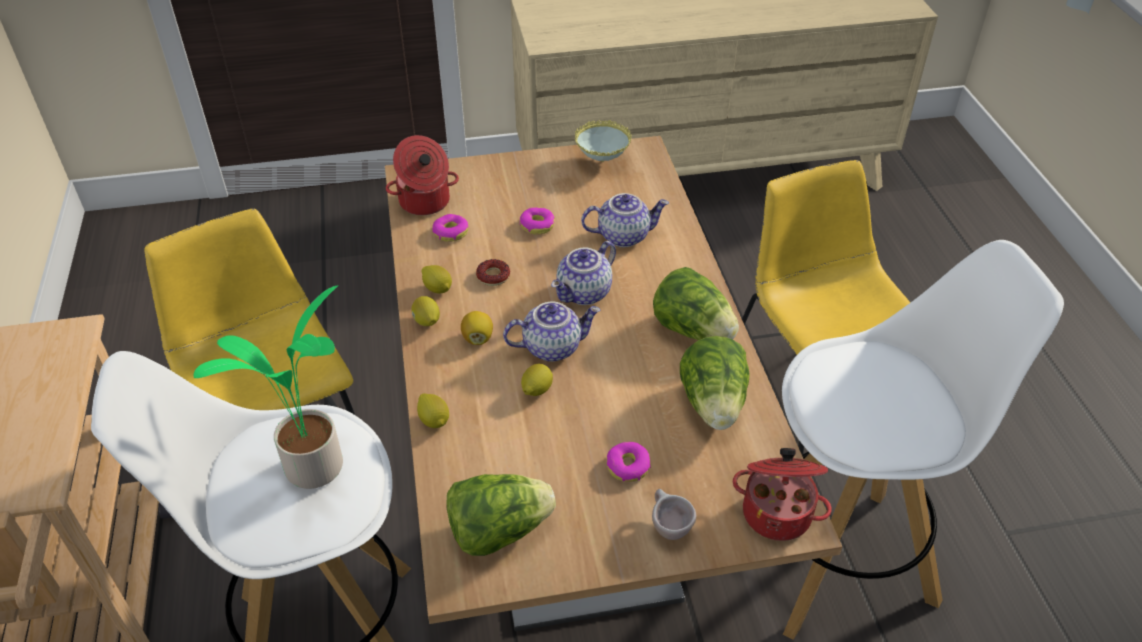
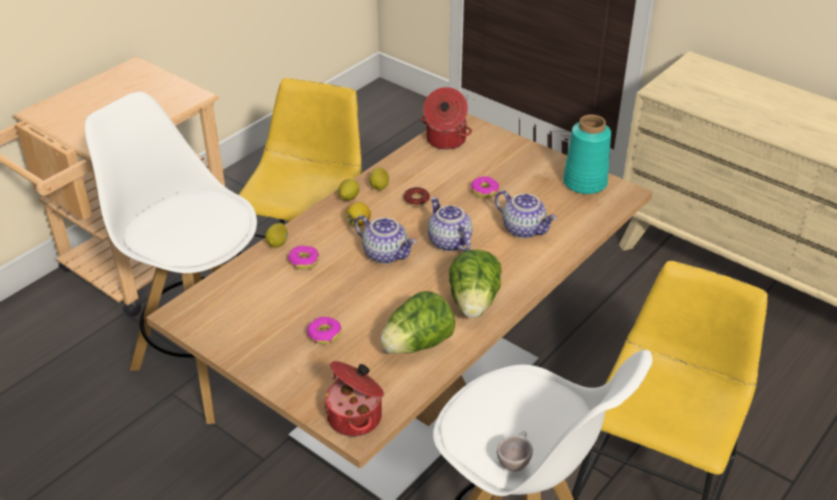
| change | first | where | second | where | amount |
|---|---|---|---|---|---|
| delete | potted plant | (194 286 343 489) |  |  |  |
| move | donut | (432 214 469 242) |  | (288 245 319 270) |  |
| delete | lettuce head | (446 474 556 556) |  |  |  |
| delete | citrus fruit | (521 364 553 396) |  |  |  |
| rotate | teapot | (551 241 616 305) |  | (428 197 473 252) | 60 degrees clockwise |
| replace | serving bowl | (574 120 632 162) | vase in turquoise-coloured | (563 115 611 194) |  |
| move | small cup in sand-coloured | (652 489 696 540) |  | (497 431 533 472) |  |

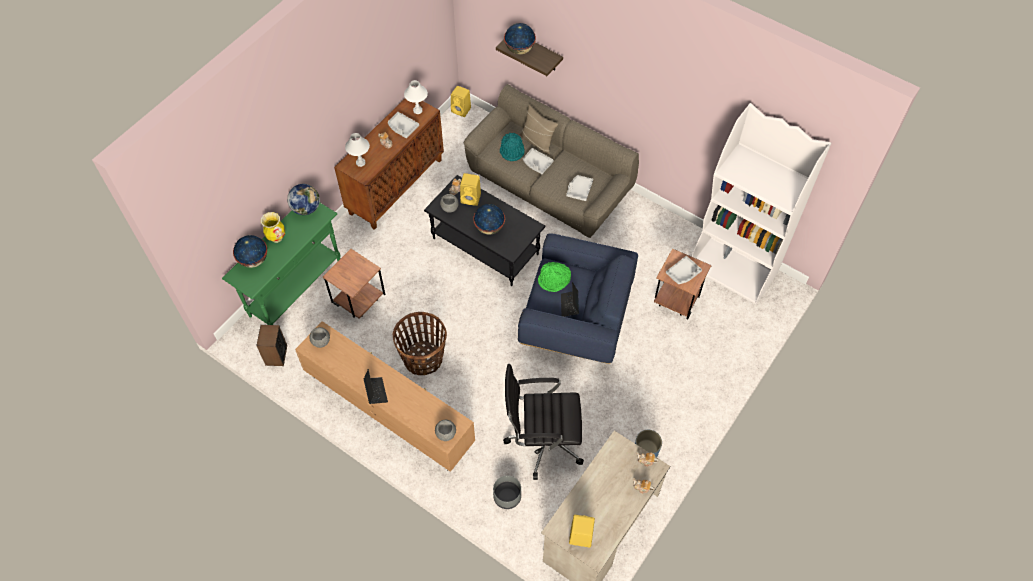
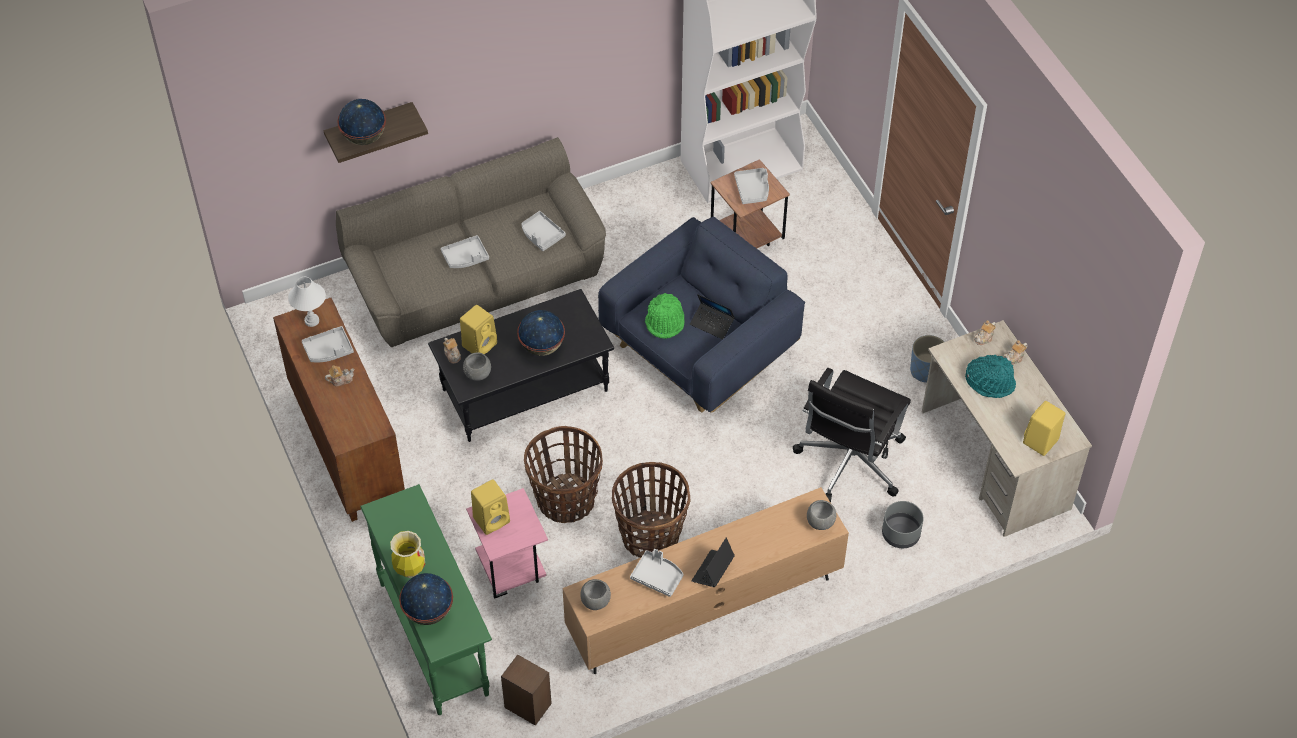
| change | first | where | second | where | amount |
|---|---|---|---|---|---|
| delete | world globe | (287 184 320 215) |  |  |  |
| recolor | end table in brown-coloured | (323 249 385 319) | end table in pink-coloured | (466 488 548 599) |  |
| delete | tabletop lamp in whitish | (345 133 370 167) |  |  |  |
| rotate | portable computer | (363 369 388 404) |  | (691 538 734 587) | 75 degrees counterclockwise |
| move | audio speaker in yellow-coloured | (451 86 471 117) |  | (471 479 510 535) |  |
| move | wearable hat in turquoise-coloured | (500 133 525 161) |  | (965 355 1016 398) |  |
| delete | pillow in sand-coloured | (520 105 558 155) |  |  |  |
| insert |  |  | household basket | (524 426 603 523) |  |
| insert |  |  | carrying tray in grey | (630 549 683 597) |  |

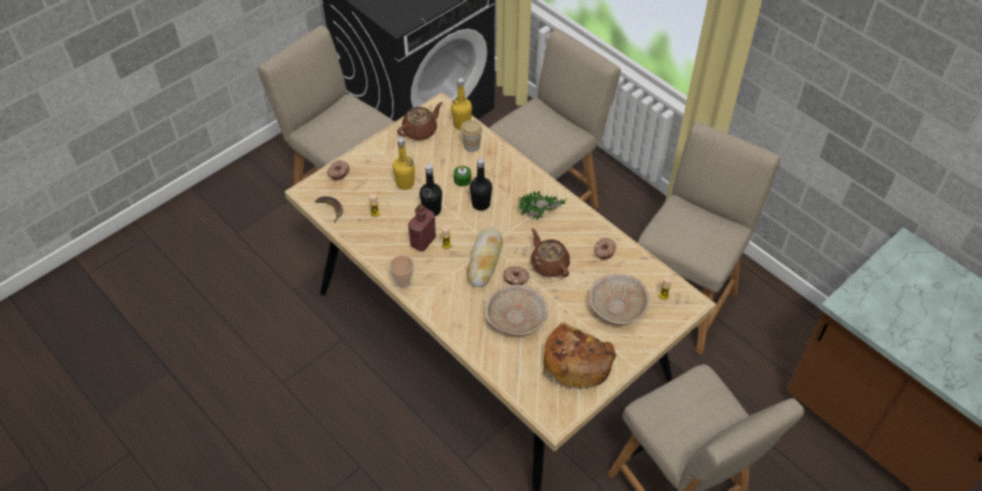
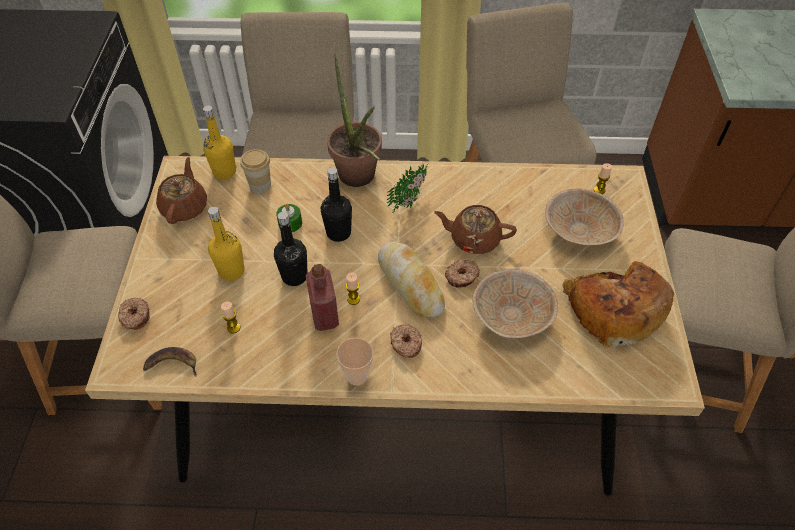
| change | first | where | second | where | amount |
|---|---|---|---|---|---|
| move | donut | (594 237 616 260) |  | (390 324 422 358) |  |
| insert |  |  | potted plant | (327 54 382 187) |  |

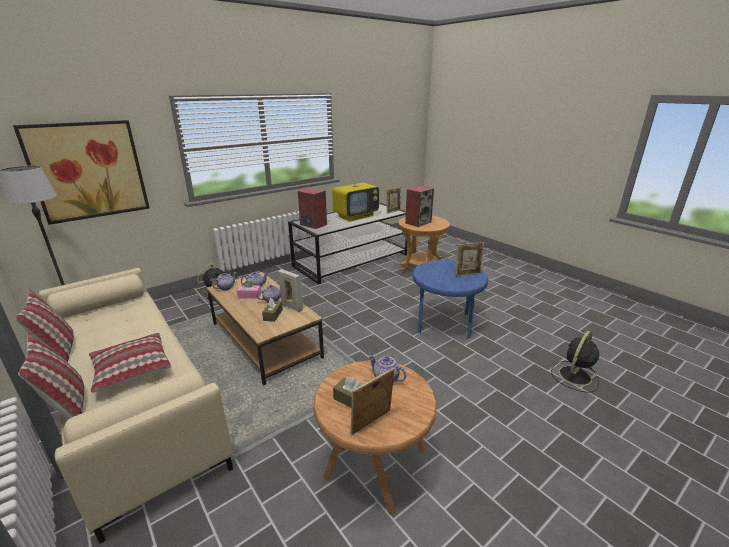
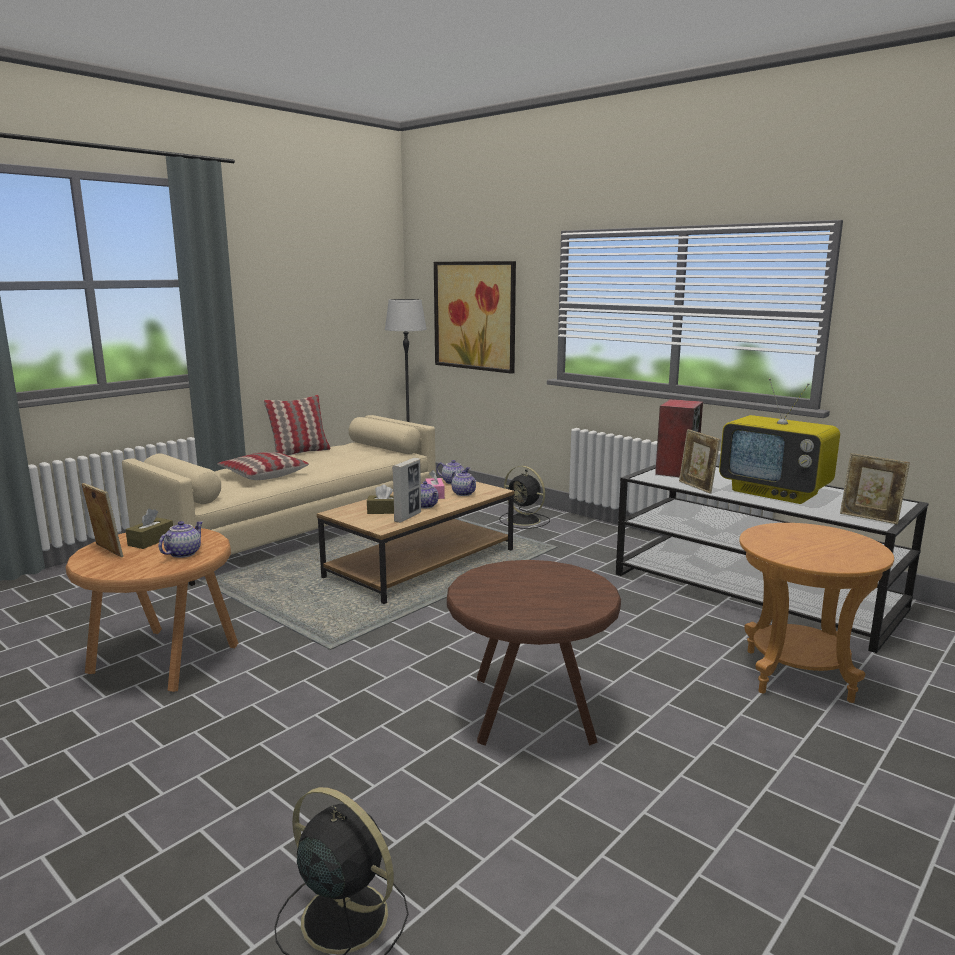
| change | first | where | second | where | amount |
|---|---|---|---|---|---|
| delete | pillow | (18 332 84 419) |  |  |  |
| delete | audio speaker | (405 186 434 227) |  |  |  |
| recolor | end table in bluish | (412 260 488 338) | end table in brown-coloured | (447 560 621 746) |  |
| move | picture frame | (455 242 484 277) |  | (679 429 721 494) |  |

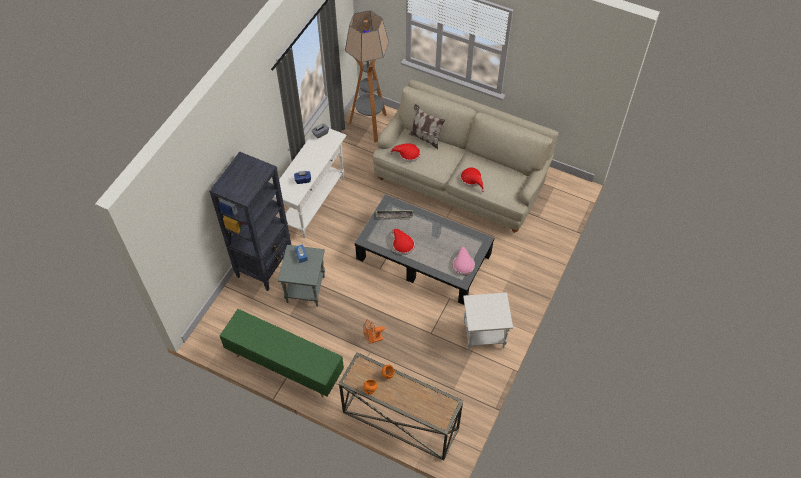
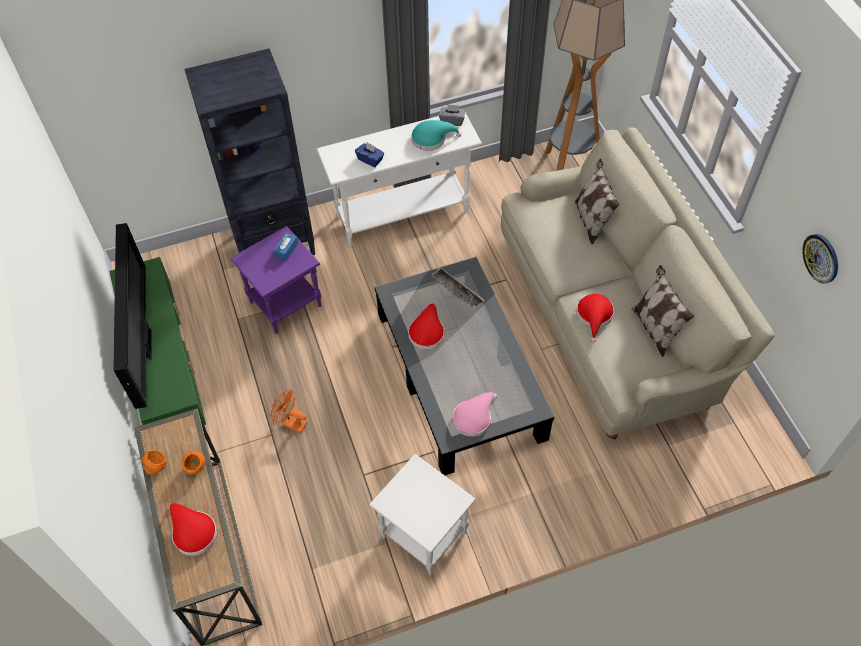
| change | first | where | second | where | amount |
|---|---|---|---|---|---|
| recolor | end table in grey | (278 245 325 307) | end table in purple-coloured | (230 226 322 334) |  |
| move | wearable hat in red-coloured | (389 143 420 162) |  | (169 503 217 556) |  |
| insert |  |  | television | (113 223 152 409) |  |
| insert |  |  | wearable hat in turquoise-coloured | (411 120 461 151) |  |
| insert |  |  | pillow | (631 265 694 357) |  |
| insert |  |  | hanging clock | (802 234 838 284) |  |

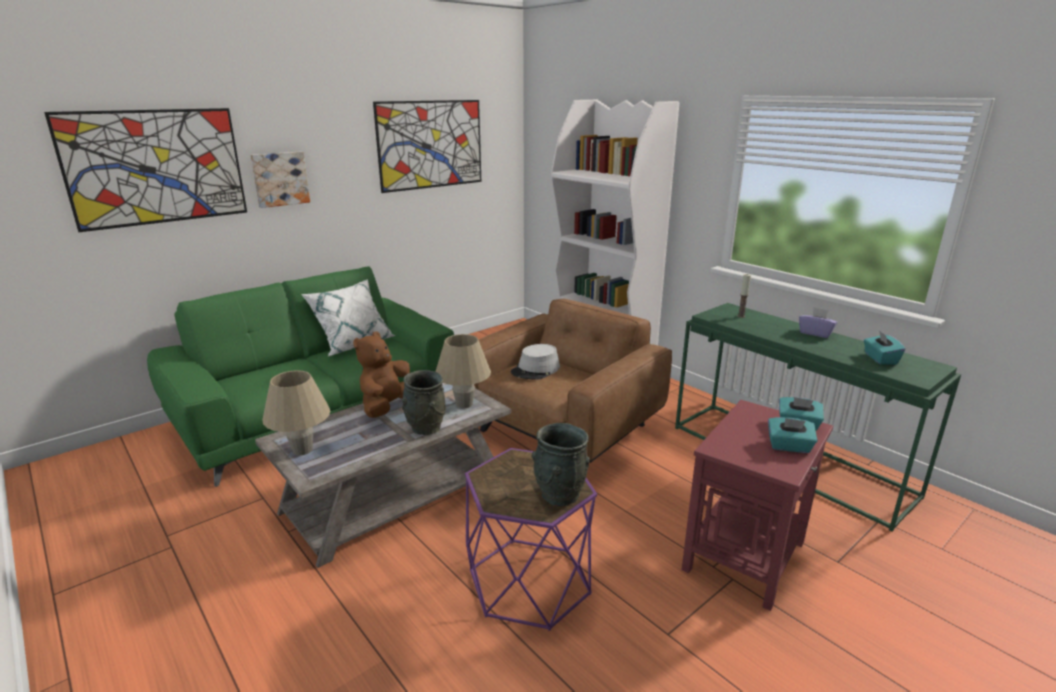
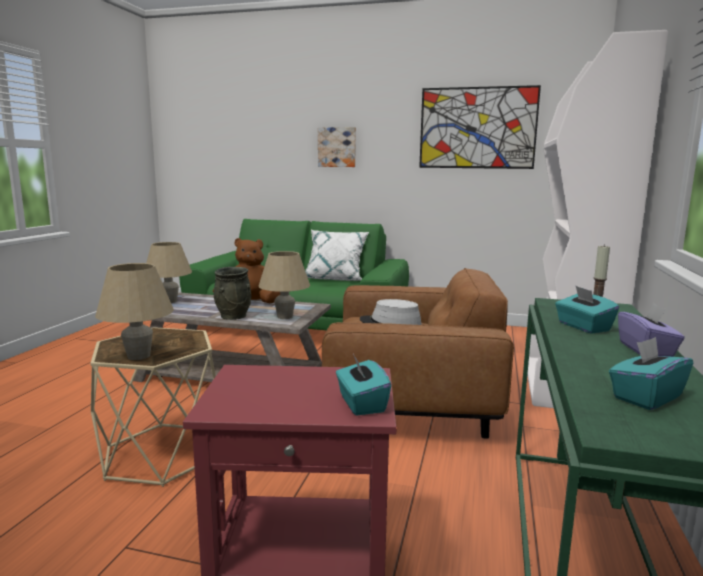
| change | first | where | second | where | amount |
|---|---|---|---|---|---|
| delete | picture | (44 108 247 232) |  |  |  |
| recolor | end table in purple-coloured | (465 448 597 631) | end table in sand-coloured | (90 327 216 487) |  |
| replace | vase in grey | (532 423 590 506) | tabletop lamp in sand-coloured | (95 263 174 360) |  |
| move | tissue box in turquoise-coloured | (768 417 817 453) |  | (555 286 619 334) |  |

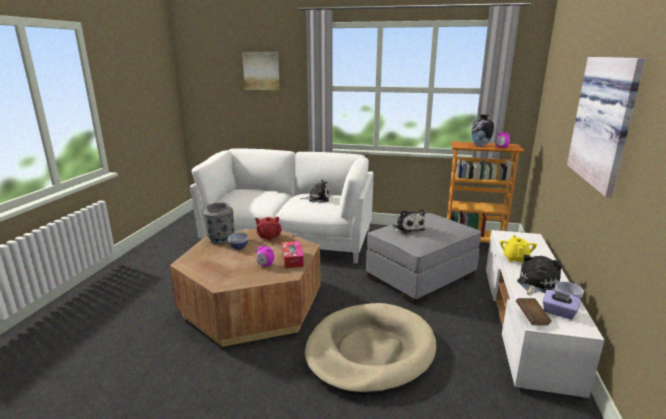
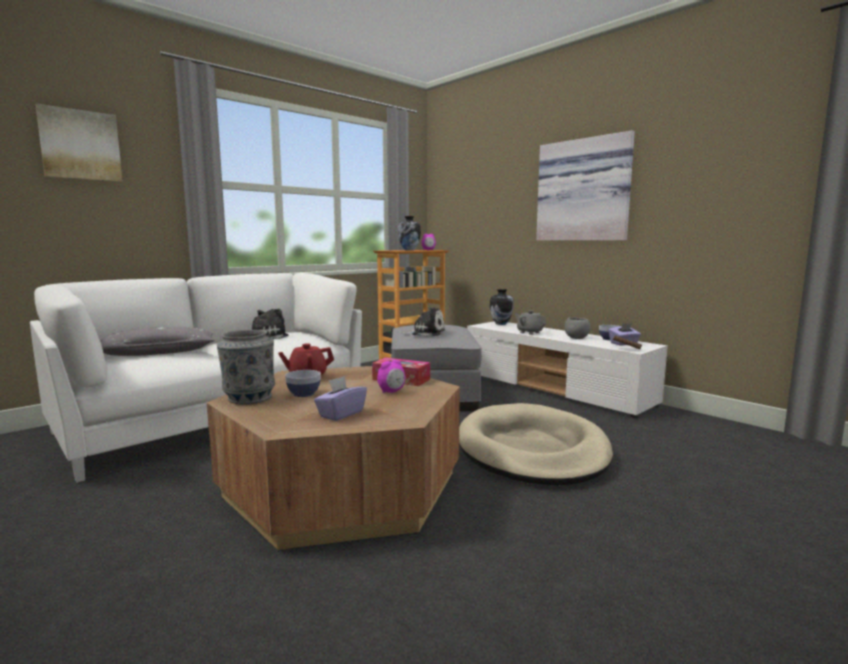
| change | first | where | second | where | amount |
|---|---|---|---|---|---|
| recolor | teapot in yellow-coloured | (500 235 537 263) | teapot in grey | (515 310 546 335) |  |
| replace | cuddly toy | (517 255 562 296) | serving bowl in grey | (565 317 590 339) |  |
| insert |  |  | pillow in grey | (100 327 215 356) |  |
| insert |  |  | tissue box in purple-coloured | (314 376 367 421) |  |
| insert |  |  | vase | (490 289 513 325) |  |

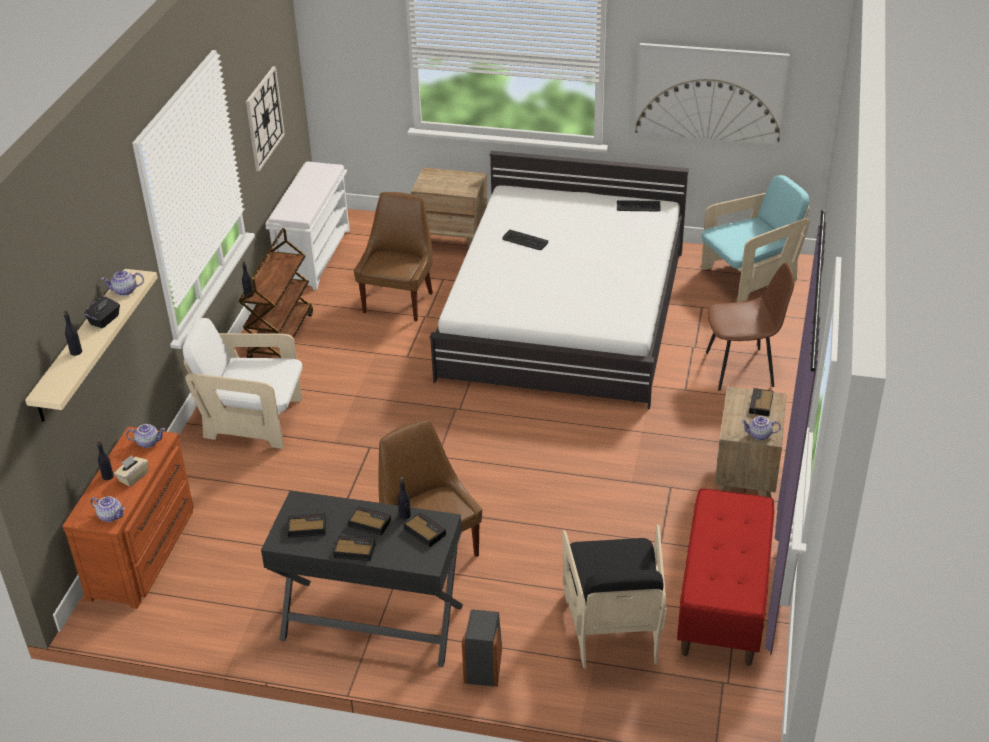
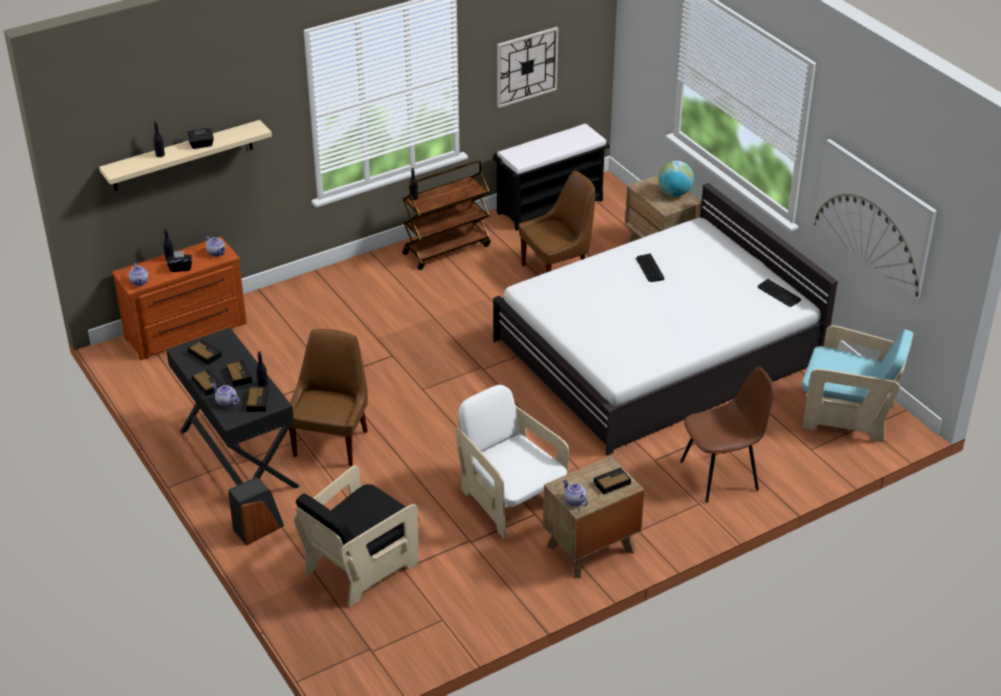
| change | first | where | second | where | amount |
|---|---|---|---|---|---|
| move | teapot | (101 270 144 296) |  | (211 383 240 407) |  |
| recolor | tissue box in sand-coloured | (114 455 148 487) | tissue box in blackish | (167 251 192 272) |  |
| move | armchair in whitish | (183 318 302 449) |  | (455 385 569 539) |  |
| recolor | indoor bench in whitish | (265 162 350 290) | indoor bench in blackish | (493 124 610 231) |  |
| delete | indoor bench in red-coloured | (677 488 774 666) |  |  |  |
| rotate | upright chair in brown-coloured | (706 262 795 391) |  | (680 367 775 503) | 60 degrees counterclockwise |
| insert |  |  | world globe | (658 161 694 196) |  |

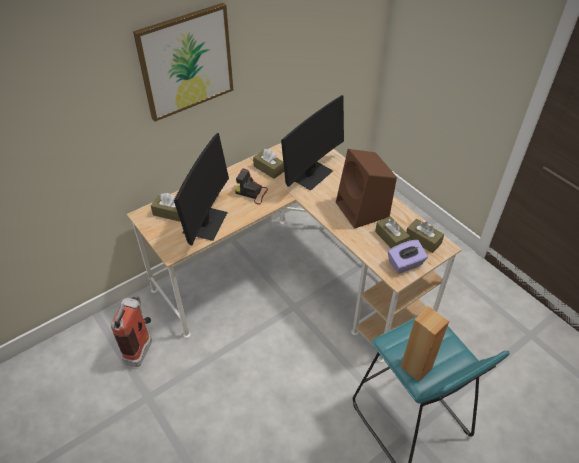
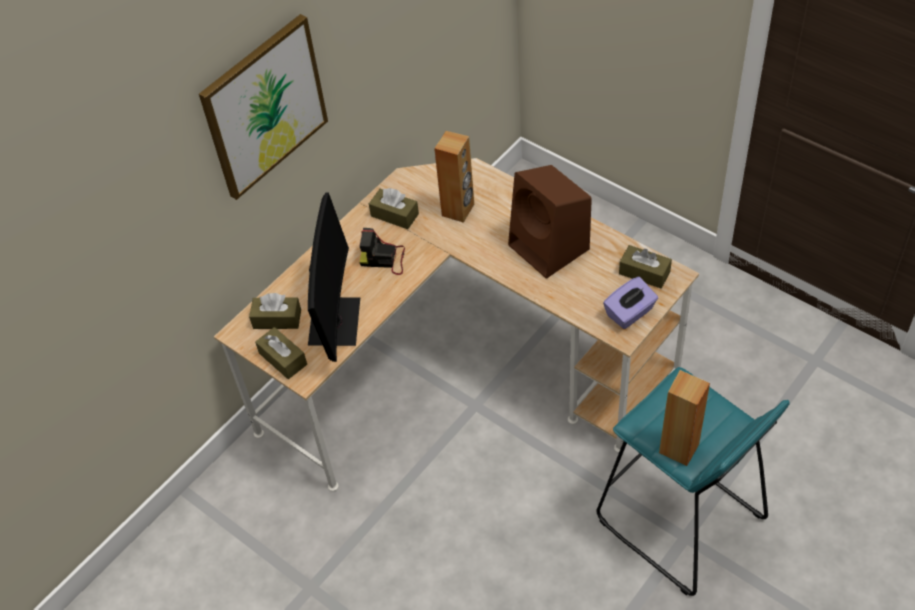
| change | first | where | second | where | amount |
|---|---|---|---|---|---|
| delete | fire extinguisher | (111 296 152 367) |  |  |  |
| replace | monitor | (281 95 344 191) | audio speaker in brown-coloured | (434 131 474 223) |  |
| move | tissue box in brown-coloured | (375 216 410 248) |  | (255 327 307 379) |  |

